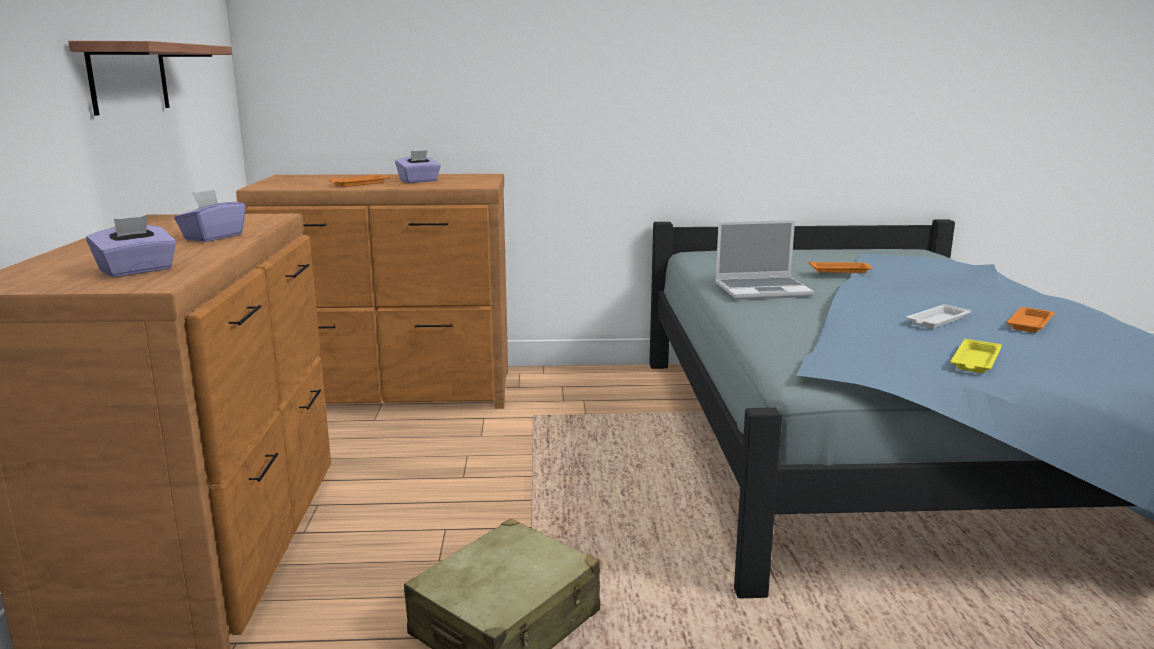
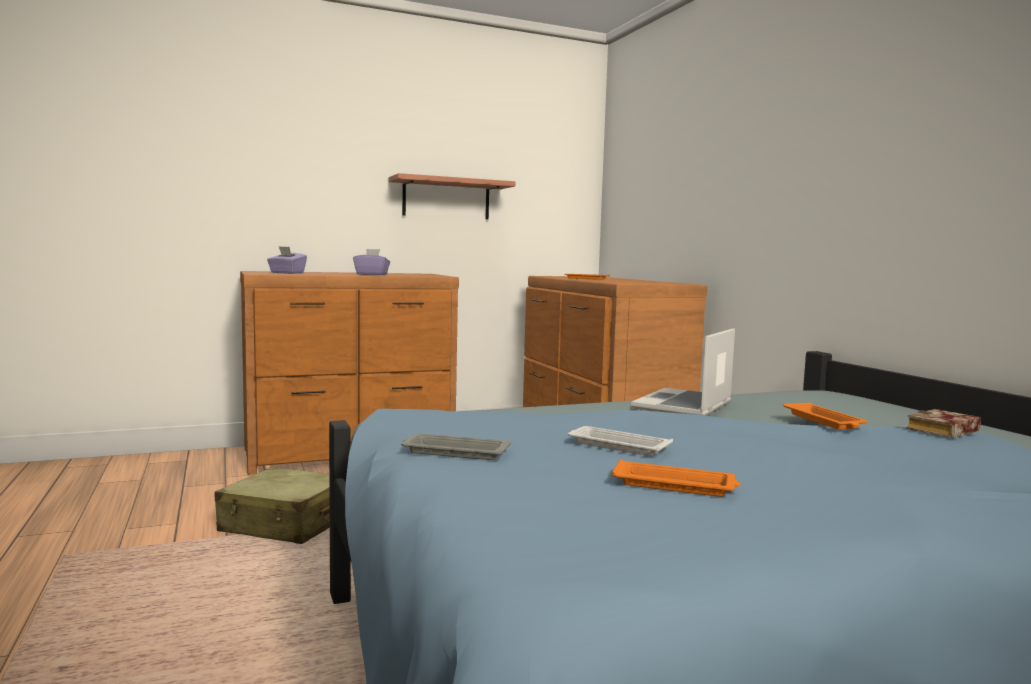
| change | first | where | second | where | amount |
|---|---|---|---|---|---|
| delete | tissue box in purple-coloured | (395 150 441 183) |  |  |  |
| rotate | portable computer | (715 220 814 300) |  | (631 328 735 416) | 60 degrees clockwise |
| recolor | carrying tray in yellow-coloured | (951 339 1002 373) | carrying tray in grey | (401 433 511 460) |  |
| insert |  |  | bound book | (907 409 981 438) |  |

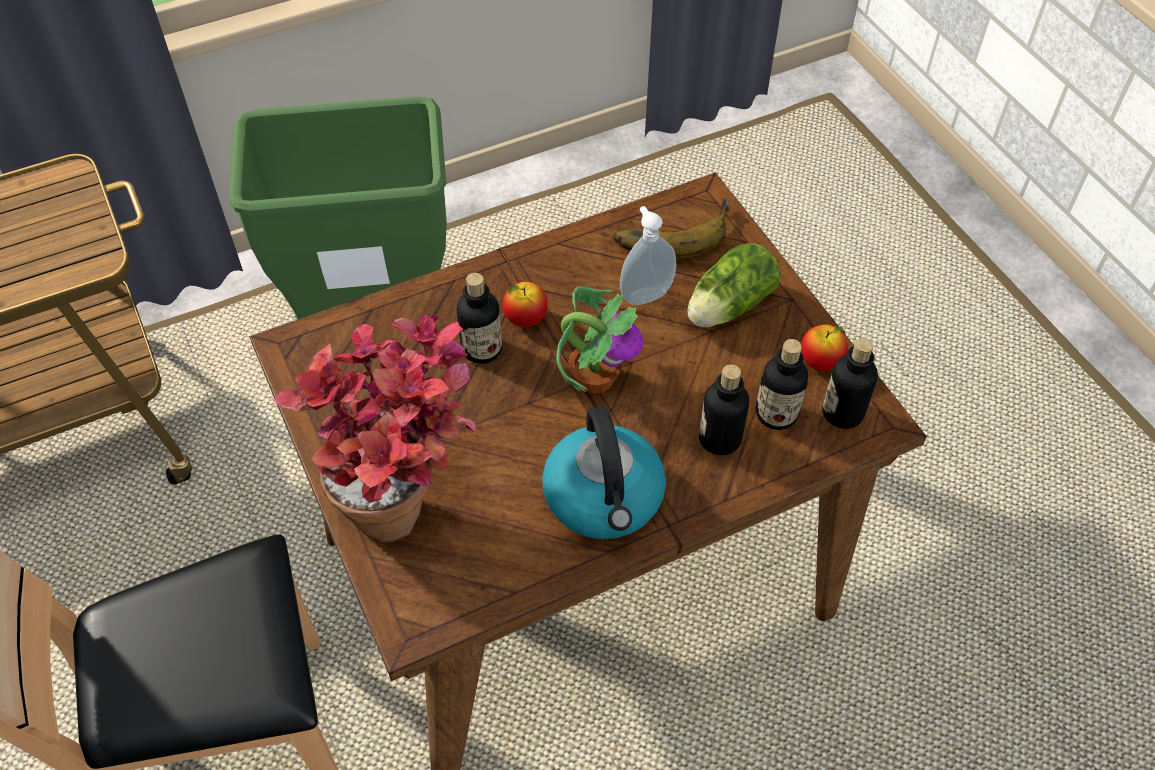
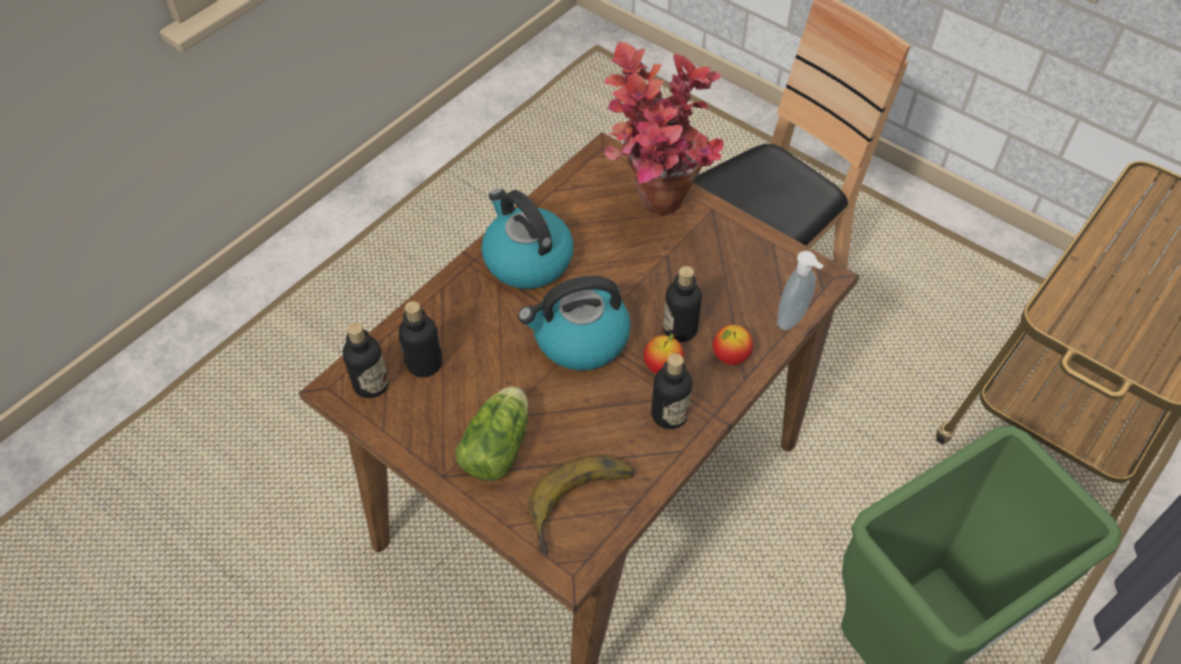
| change | first | where | second | where | amount |
|---|---|---|---|---|---|
| replace | potted plant | (556 286 643 394) | tea kettle | (518 276 631 371) |  |
| move | soap dispenser | (620 206 676 305) |  | (777 251 824 330) |  |
| move | beverage bottle | (699 365 749 455) |  | (651 354 692 429) |  |
| move | apple fruit | (801 324 848 371) |  | (713 325 753 365) |  |

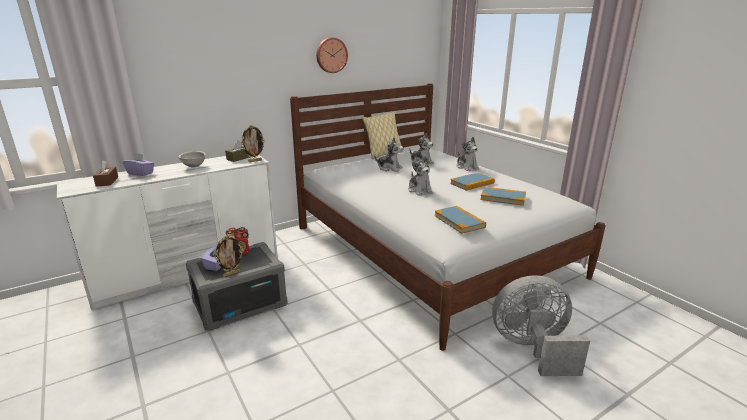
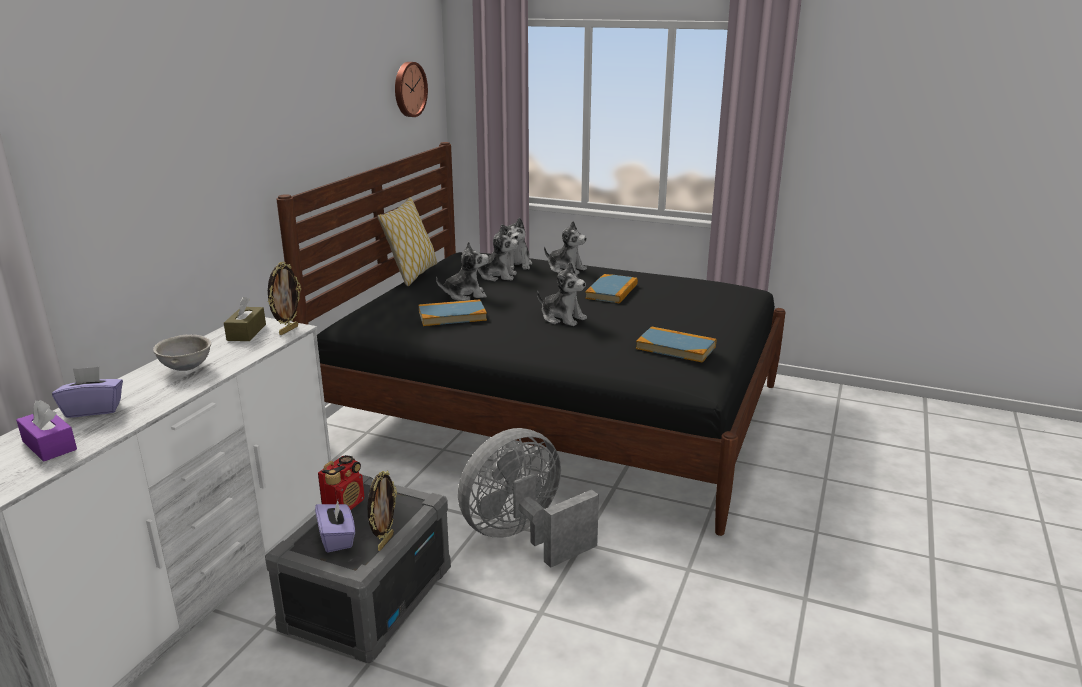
| change | first | where | second | where | amount |
|---|---|---|---|---|---|
| recolor | tissue box in brown-coloured | (93 160 118 186) | tissue box in purple-coloured | (16 400 77 461) |  |
| recolor | sleeping bed in whitish | (290 83 606 351) | sleeping bed in blackish | (276 142 786 536) |  |
| move | hanging clock | (316 38 348 73) |  | (395 62 428 117) |  |
| move | bound book | (480 187 526 206) |  | (419 299 487 326) |  |
| move | electric fan in grey | (492 275 590 376) |  | (458 428 599 568) |  |
| insert |  |  | cuddly toy | (501 218 532 270) |  |

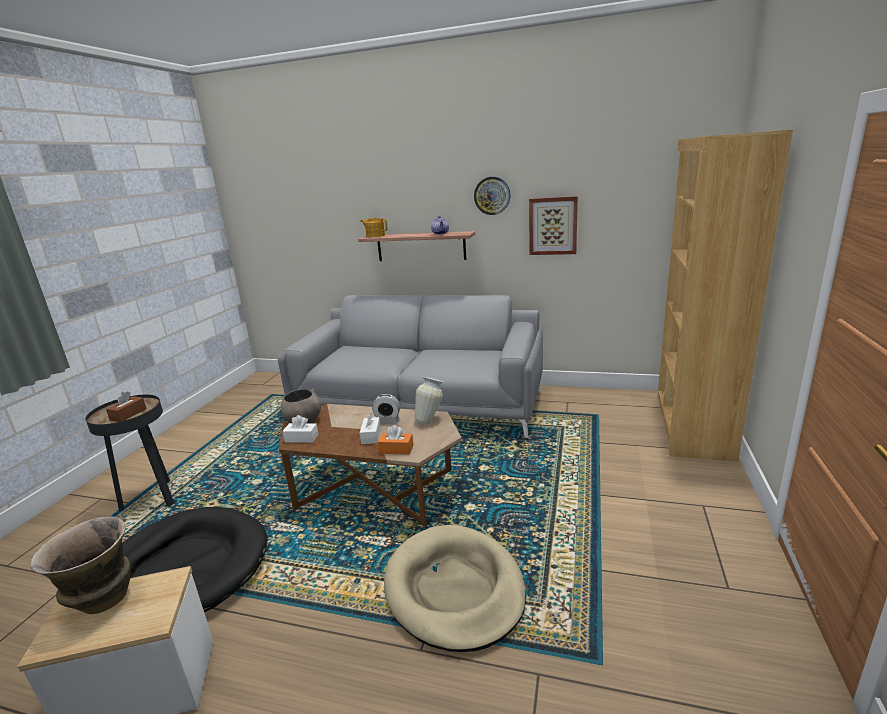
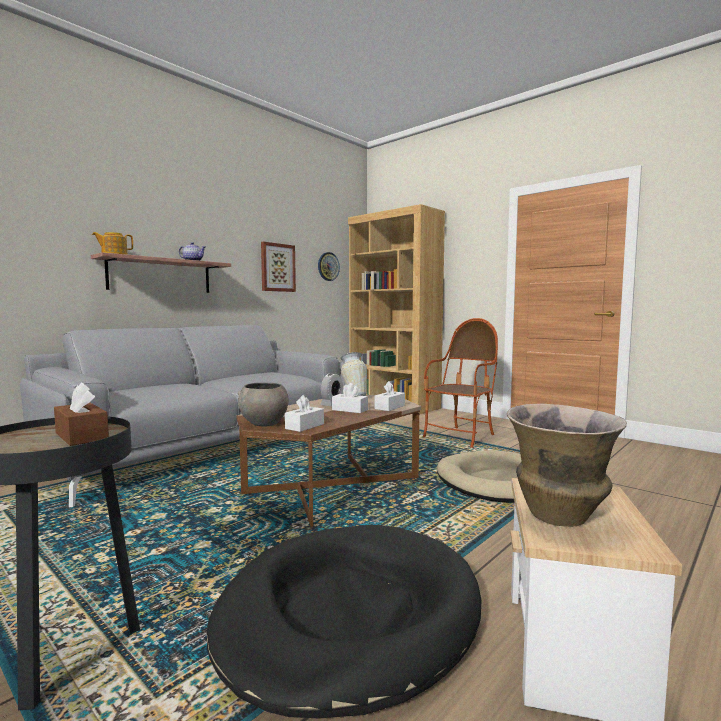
| change | first | where | second | where | amount |
|---|---|---|---|---|---|
| recolor | tissue box in orangey | (378 425 414 455) | tissue box in whitish | (375 381 405 411) |  |
| move | hanging clock | (474 177 511 215) |  | (318 252 340 281) |  |
| insert |  |  | armchair | (423 318 498 448) |  |

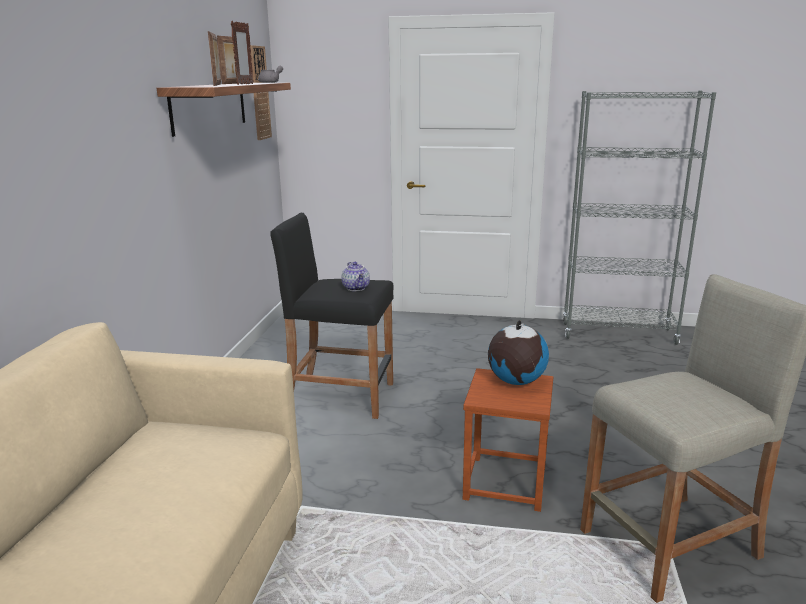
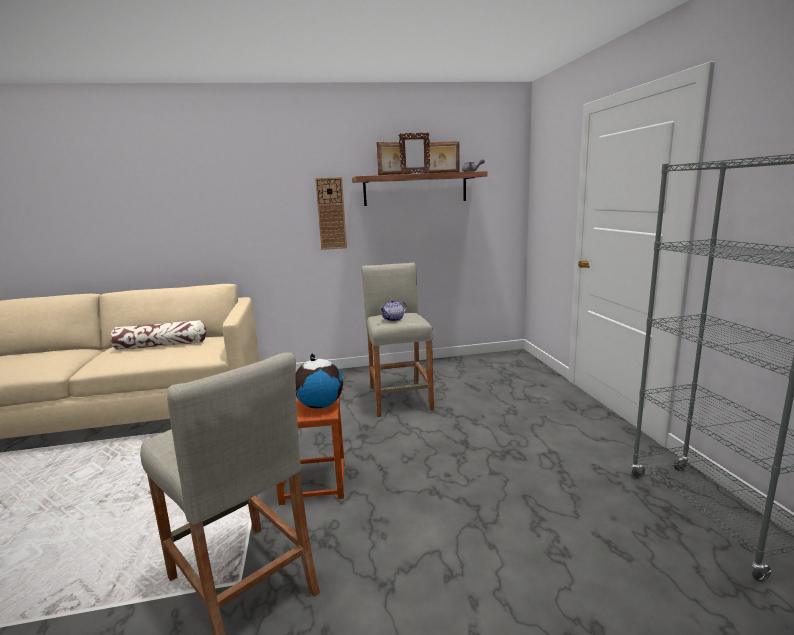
| change | first | where | second | where | amount |
|---|---|---|---|---|---|
| move | hanging clock | (250 45 272 140) |  | (315 177 347 250) |  |
| recolor | stool in blackish | (271 212 393 419) | stool in sand-coloured | (361 262 434 417) |  |
| insert |  |  | pillow | (110 320 206 350) |  |

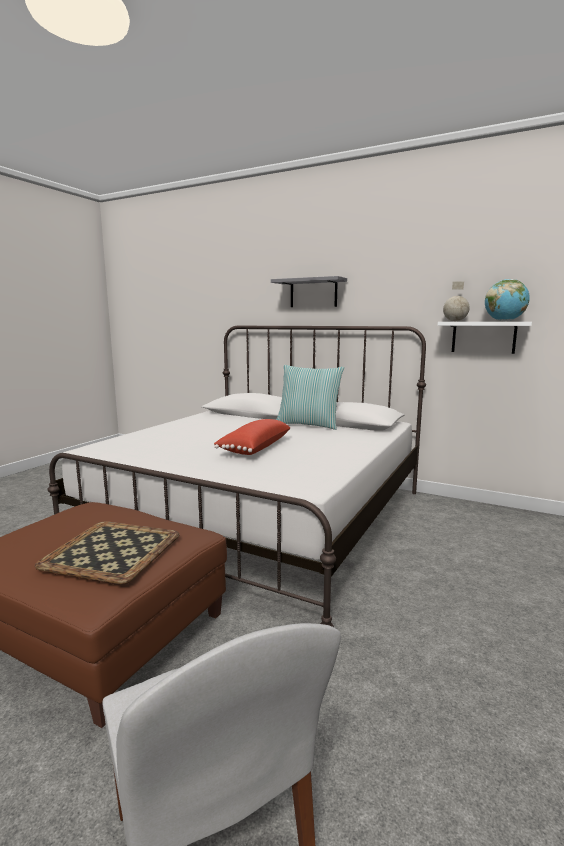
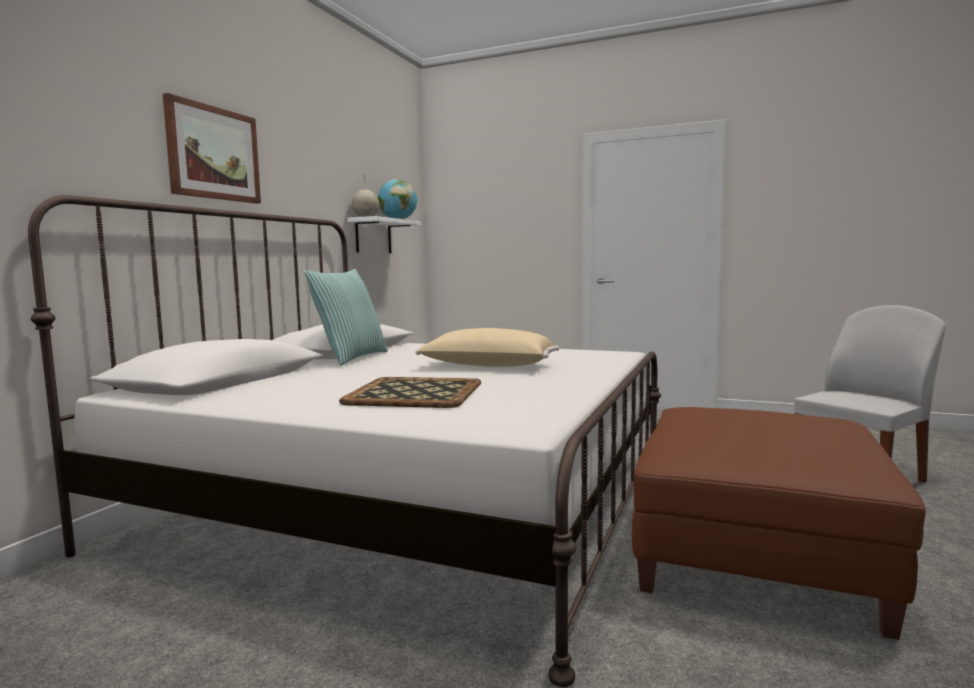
| change | first | where | second | where | amount |
|---|---|---|---|---|---|
| move | carrying tray | (35 521 179 584) |  | (339 377 481 408) |  |
| recolor | pillow in red-coloured | (214 419 290 455) | pillow in sand-coloured | (415 328 559 367) |  |
| replace | wall shelf in grey | (271 276 347 307) | picture | (163 93 261 204) |  |

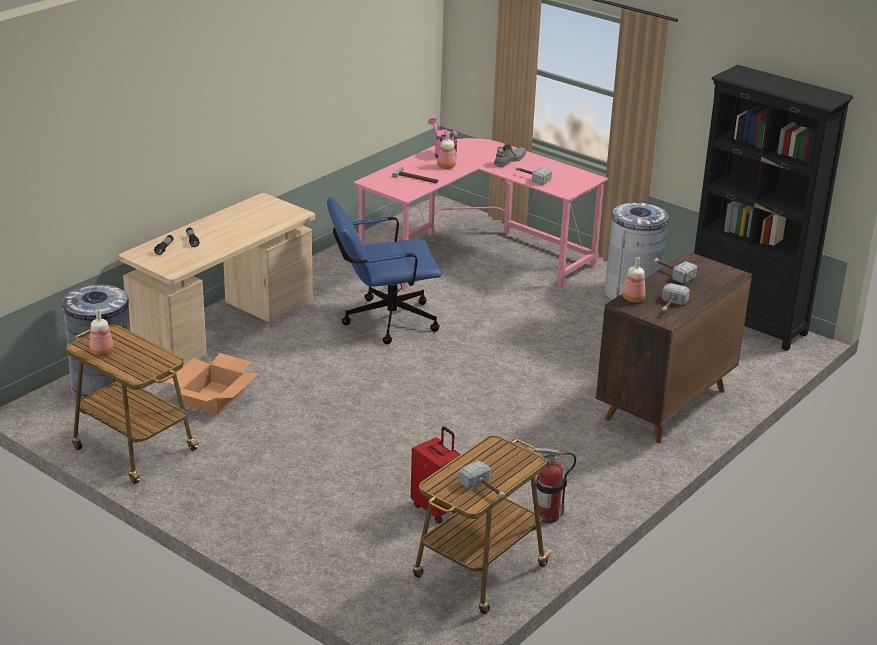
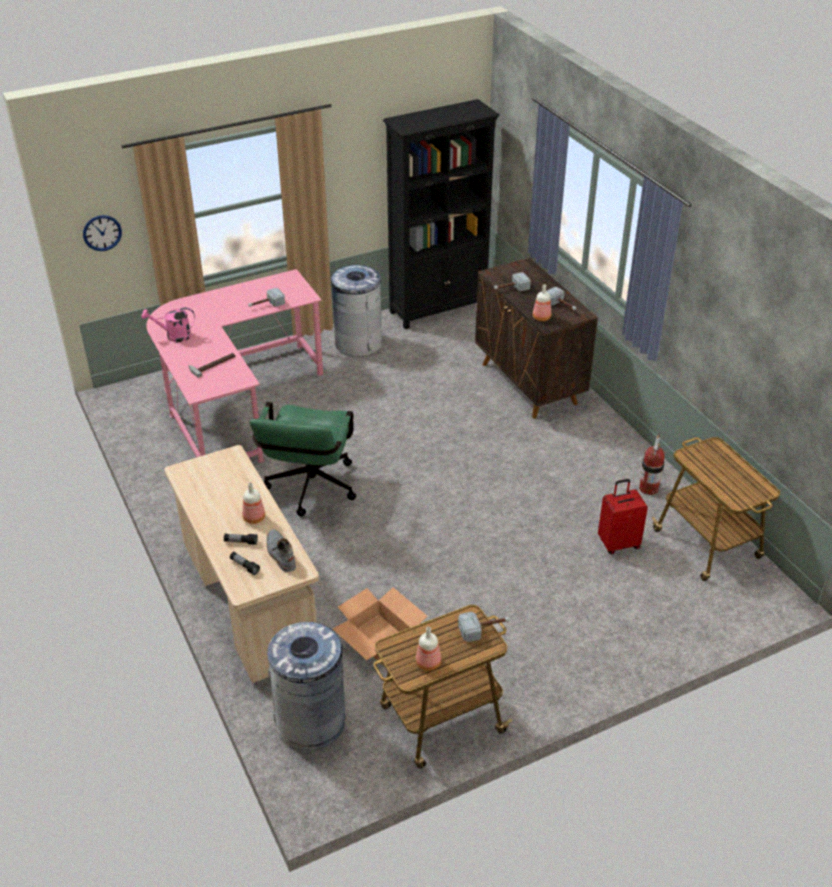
| change | first | where | second | where | amount |
|---|---|---|---|---|---|
| recolor | desk chair in bluish | (327 197 442 344) | desk chair in greenish | (249 402 356 516) |  |
| move | beverage bottle | (437 131 456 169) |  | (242 482 265 524) |  |
| move | hammer | (458 461 505 498) |  | (458 612 510 642) |  |
| move | high-top boot in grey | (494 144 526 167) |  | (267 529 296 572) |  |
| insert |  |  | hanging clock | (83 215 122 251) |  |

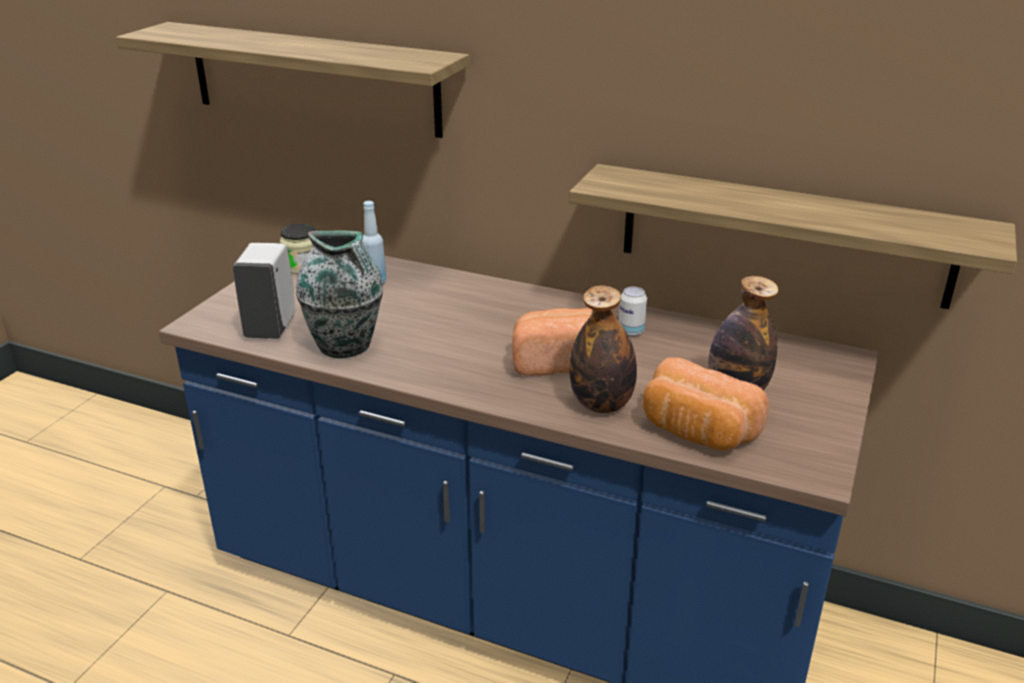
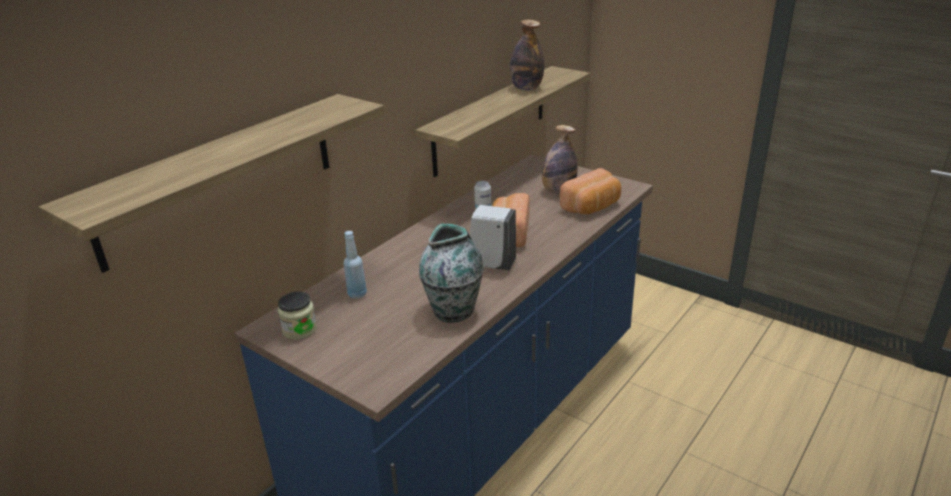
| change | first | where | second | where | amount |
|---|---|---|---|---|---|
| move | soap dispenser in whitish | (233 243 295 339) |  | (470 205 516 270) |  |
| move | beverage bottle | (569 285 637 413) |  | (510 20 544 91) |  |

